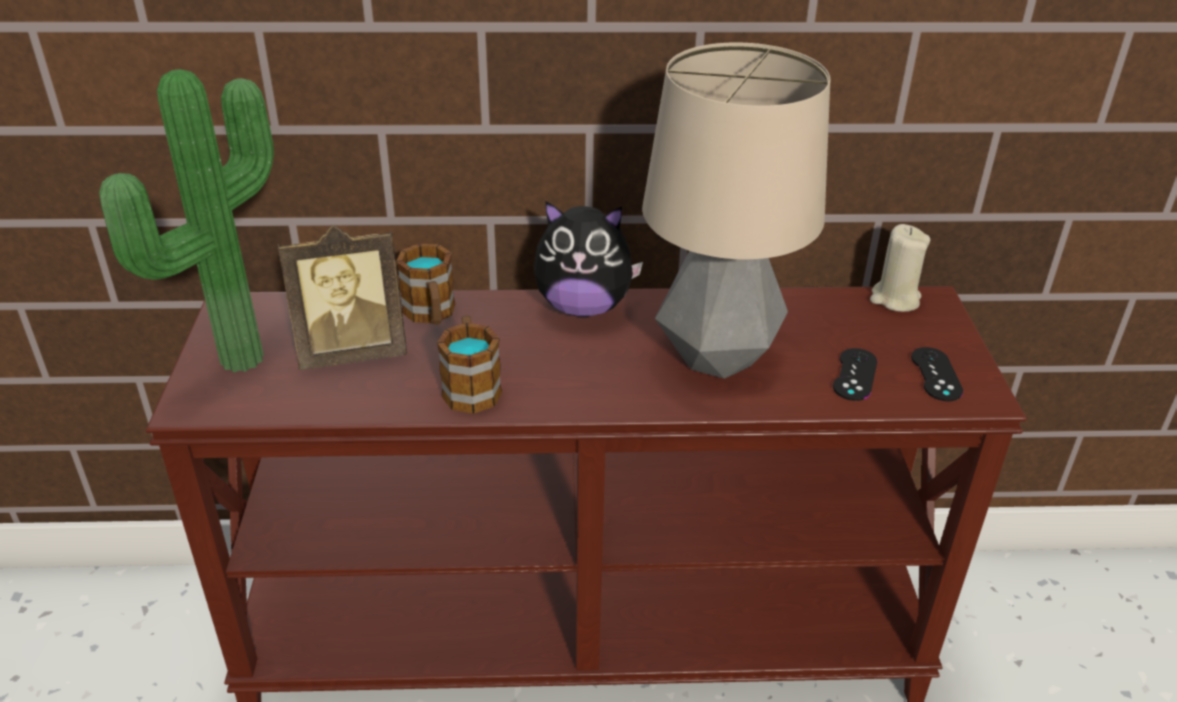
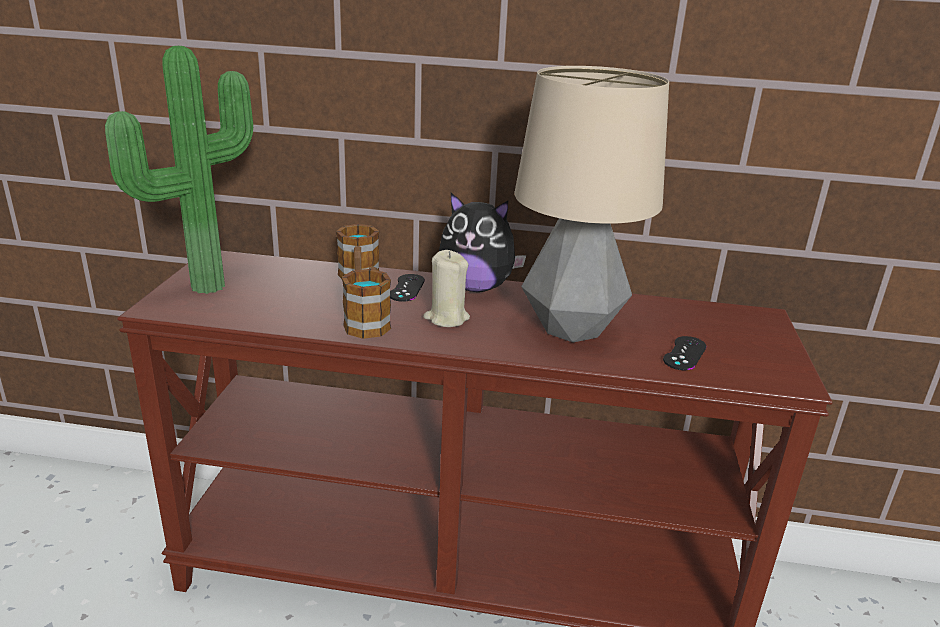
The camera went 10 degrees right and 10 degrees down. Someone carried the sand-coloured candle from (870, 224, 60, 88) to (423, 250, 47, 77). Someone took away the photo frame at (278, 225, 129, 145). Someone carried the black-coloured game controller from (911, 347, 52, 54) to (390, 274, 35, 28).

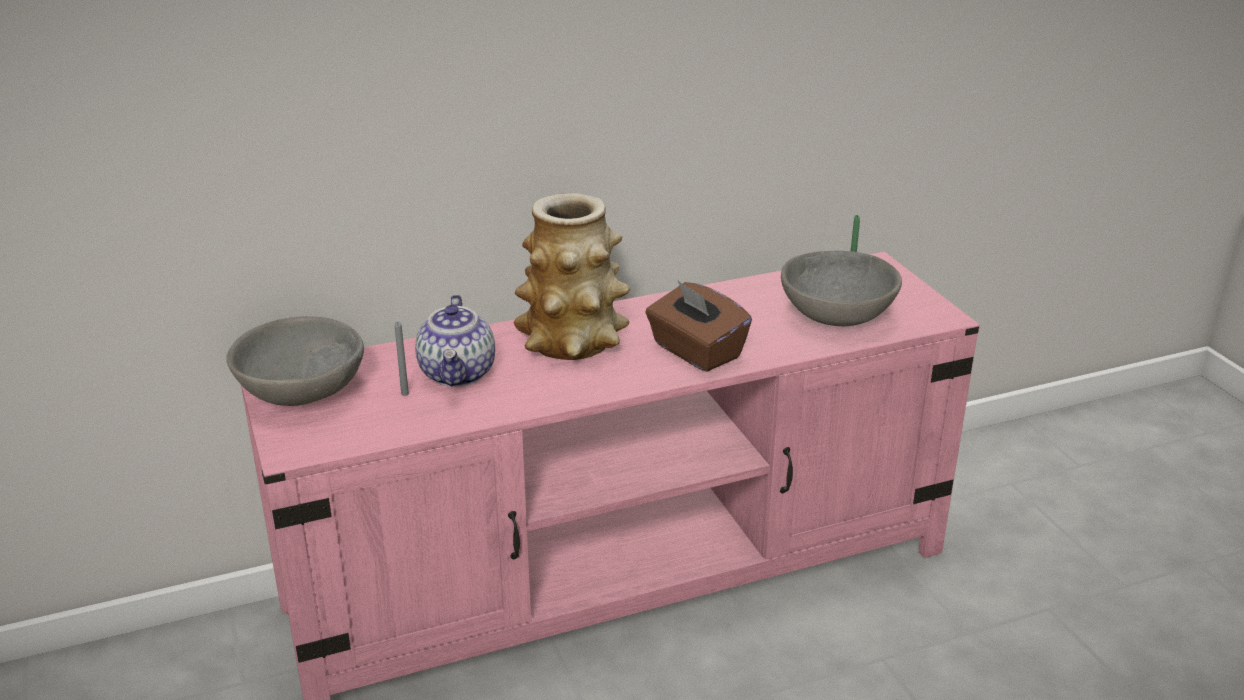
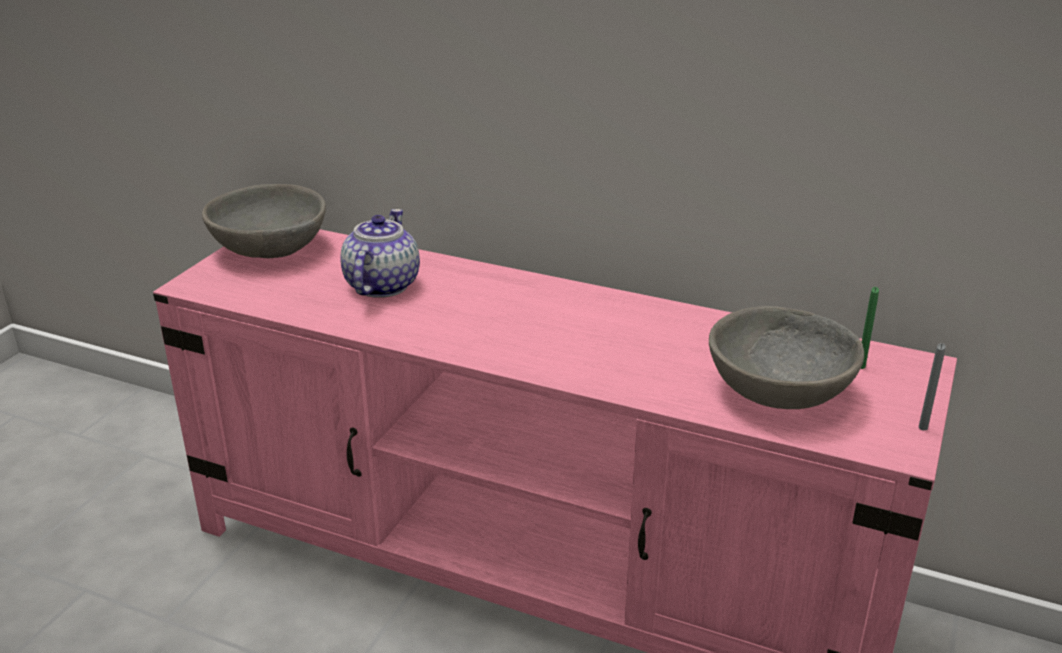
The camera went 45 degrees right and 0 degrees up. Someone took away the decorative vase at (514, 193, 117, 167). Someone took away the brown-coloured tissue box at (645, 281, 107, 91). Someone rotated the tea pot at (415, 295, 80, 92) by 150 degrees clockwise. Someone carried the greyish candle from (395, 321, 14, 75) to (919, 343, 27, 88).

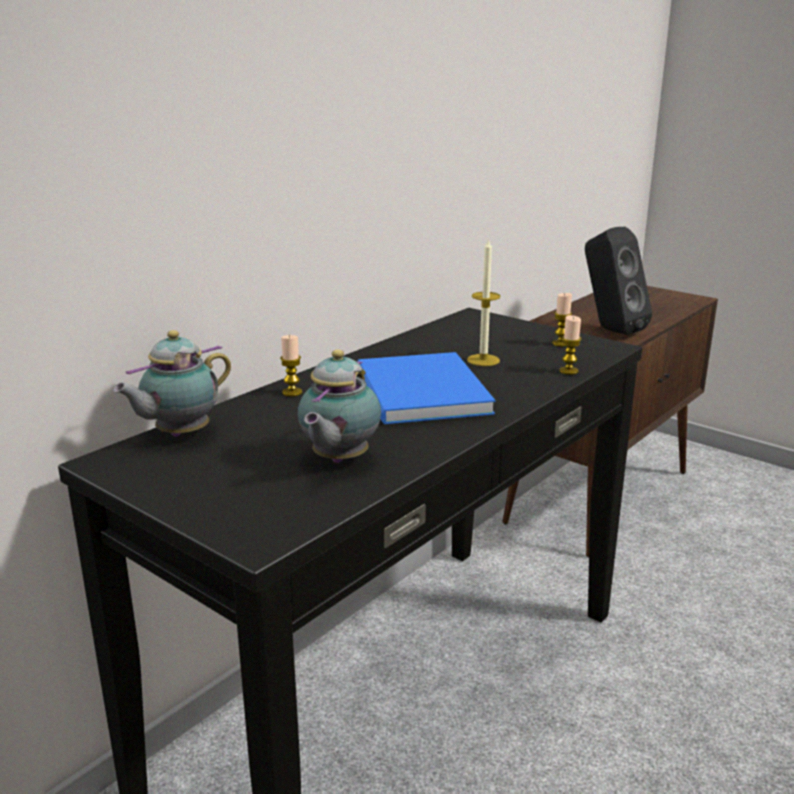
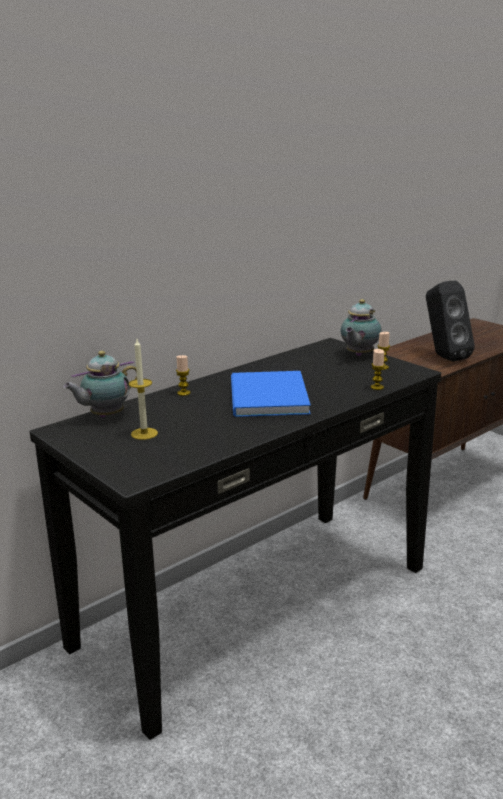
The camera went 10 degrees right and 0 degrees up. Someone carried the candle from (467, 238, 34, 128) to (129, 339, 29, 101). Someone carried the tea pot from (298, 349, 83, 114) to (340, 299, 42, 57).

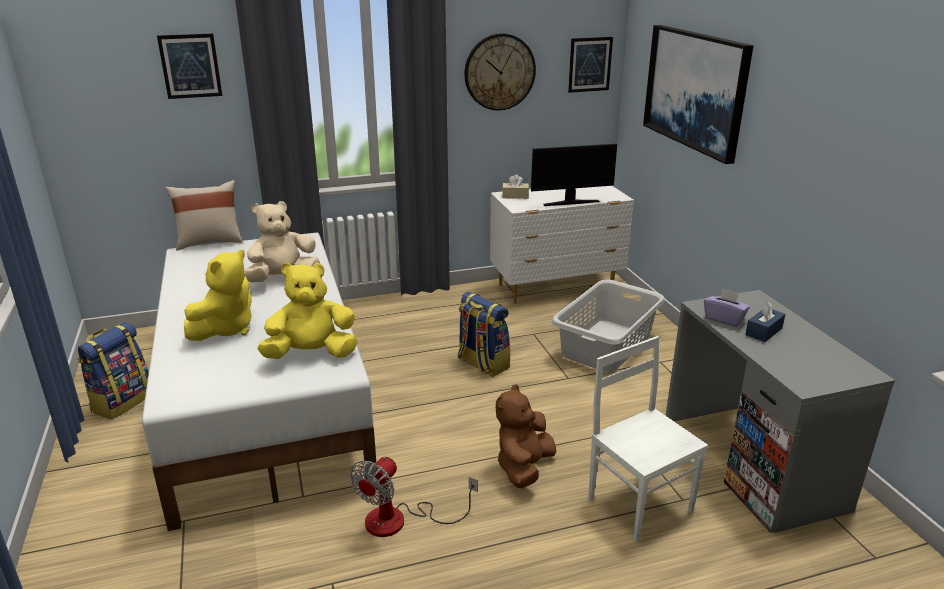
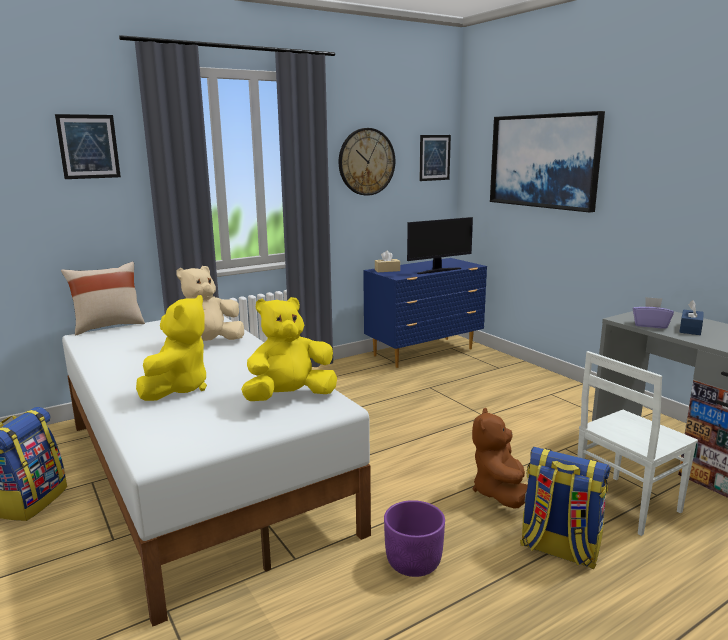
The camera went 15 degrees left and 10 degrees down. Someone repainted the white chest of drawers at (490, 186, 144, 118), which became the blue chest of drawers at (363, 258, 124, 110). Someone took away the greyish hamper at (551, 279, 114, 93). Someone carried the knapsack from (458, 291, 52, 86) to (520, 447, 91, 122). Someone rotated the white upright chair at (588, 336, 120, 206) by 75 degrees counterclockwise. Someone swapped the cooling fan at (350, 456, 128, 81) for the purplish flower pot at (384, 500, 61, 77).

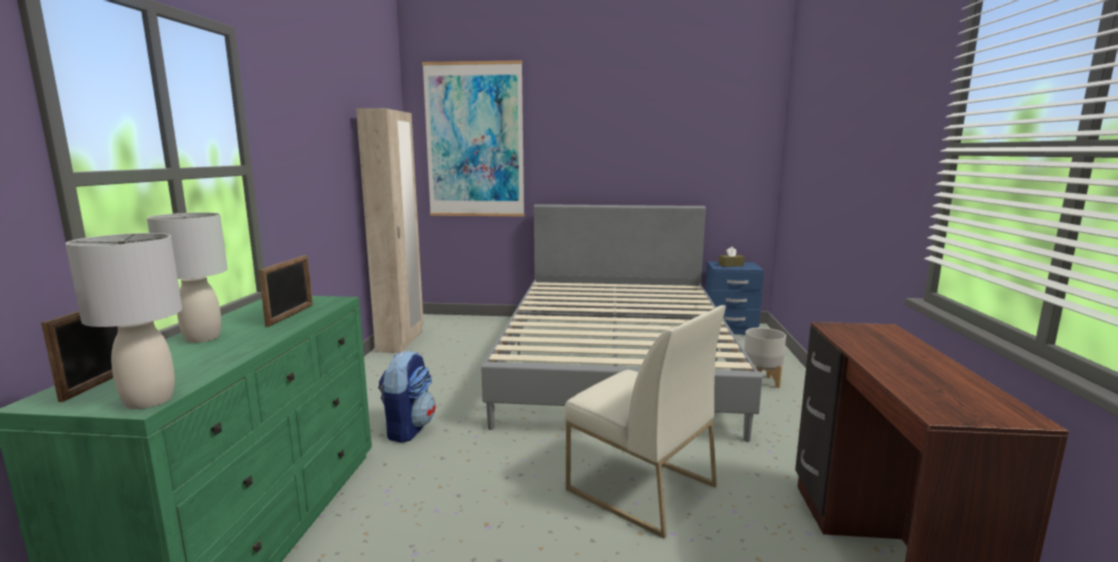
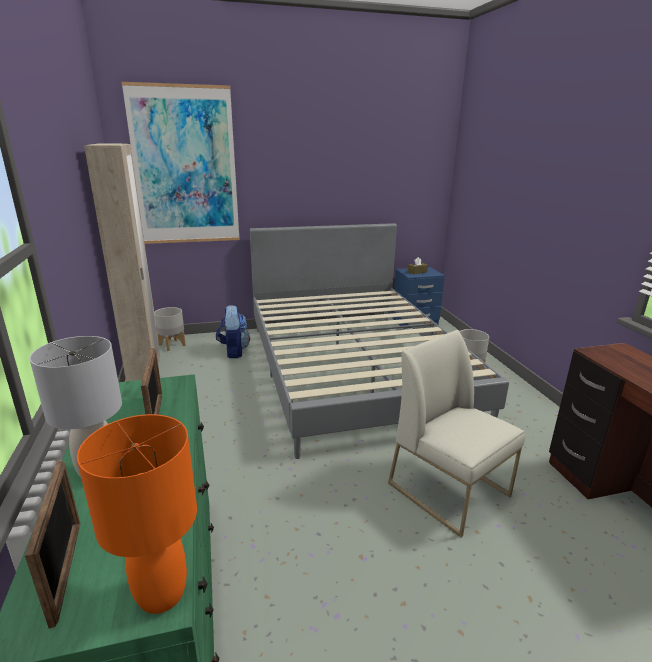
The camera went 20 degrees left and 10 degrees up. Someone repainted the greyish table lamp at (65, 233, 117, 176), which became the orange-coloured table lamp at (77, 414, 120, 200). Someone rotated the white upright chair at (564, 305, 162, 234) by 150 degrees counterclockwise. Someone carried the knapsack from (378, 350, 58, 93) to (216, 305, 34, 53). Someone put down the greyish flower pot at (154, 307, 32, 44).

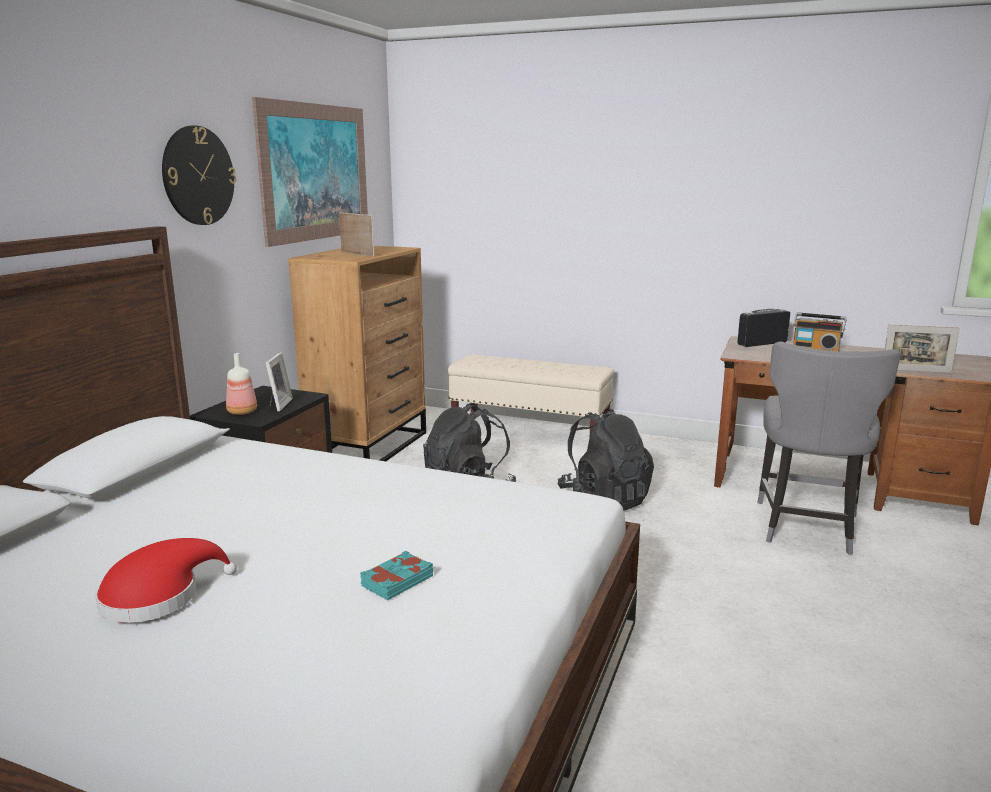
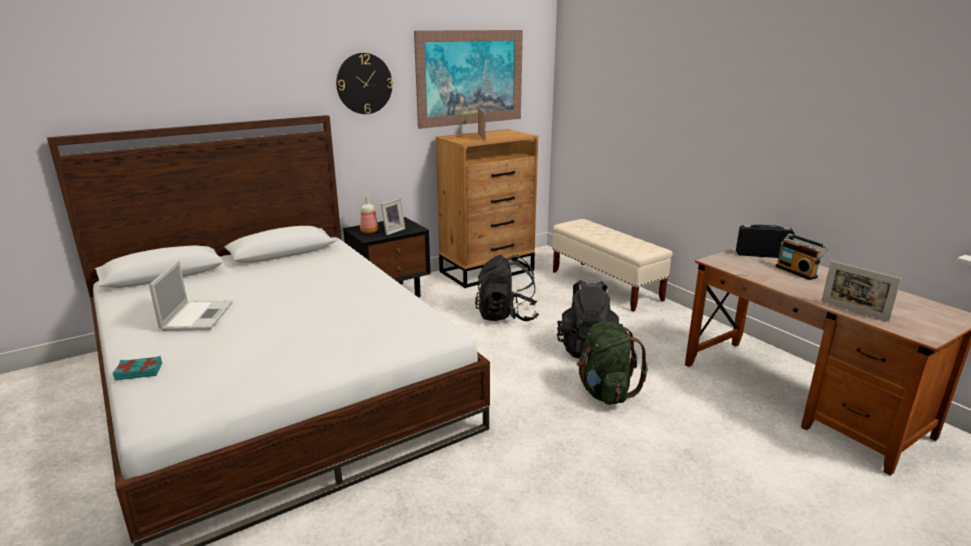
The camera went 35 degrees right and 5 degrees up. Someone took away the greyish upright chair at (757, 341, 143, 214). Someone swapped the red-coloured hat at (95, 538, 142, 85) for the portable computer at (149, 261, 84, 70). Someone carried the turquoise-coloured bound book from (360, 551, 73, 49) to (113, 356, 49, 24). Someone put down the green-coloured knapsack at (577, 321, 71, 84).

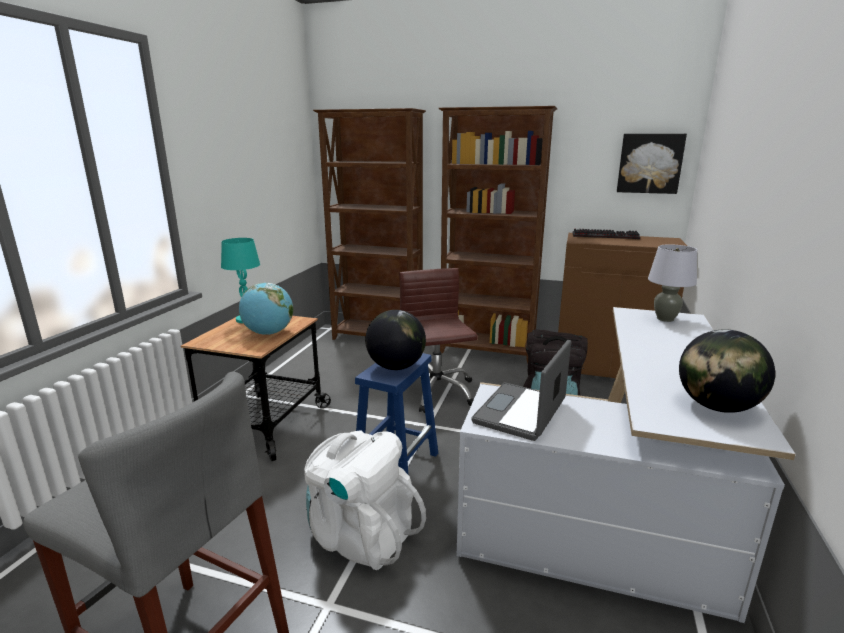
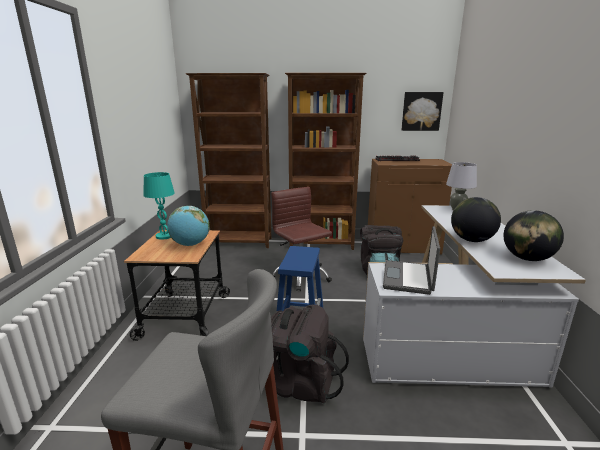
The camera went 15 degrees left and 0 degrees up. Someone carried the world globe from (365, 310, 61, 60) to (451, 197, 50, 45). Someone repainted the white knapsack at (304, 430, 122, 140), which became the black-coloured knapsack at (271, 304, 78, 99).

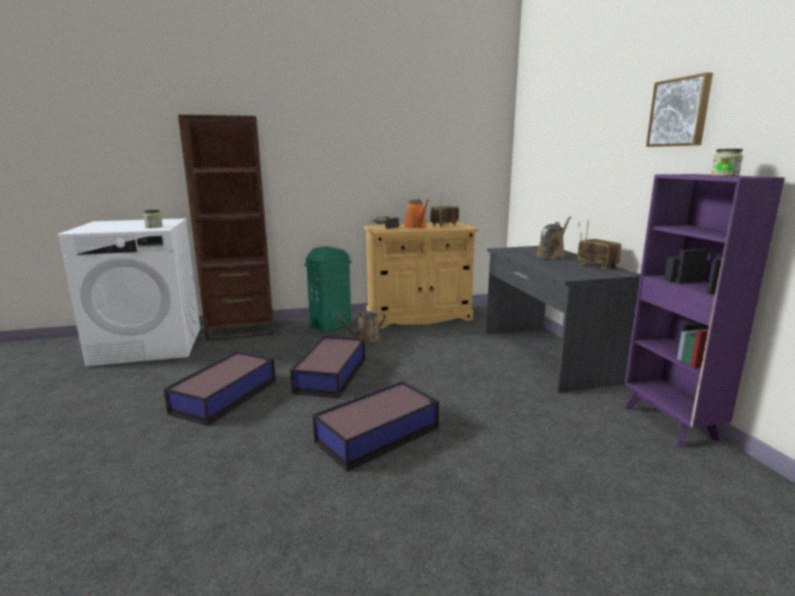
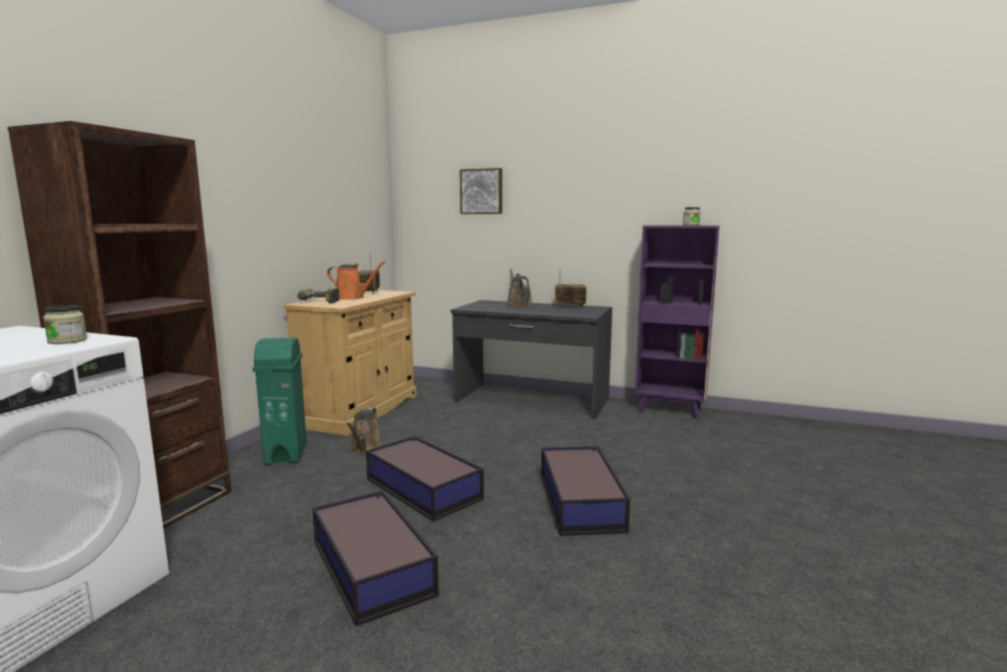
The camera went 55 degrees left and 5 degrees down. Someone carried the wall art from (646, 72, 67, 75) to (460, 168, 42, 46).

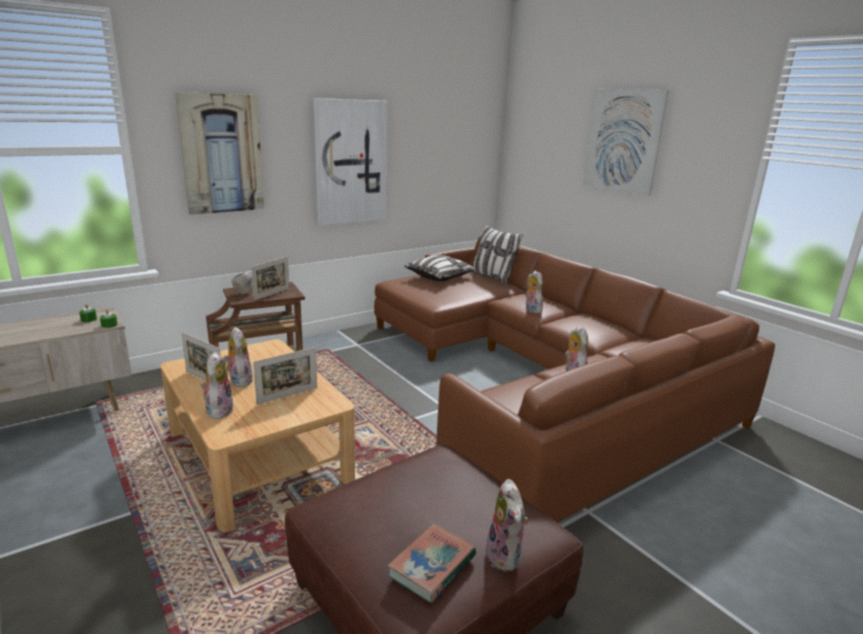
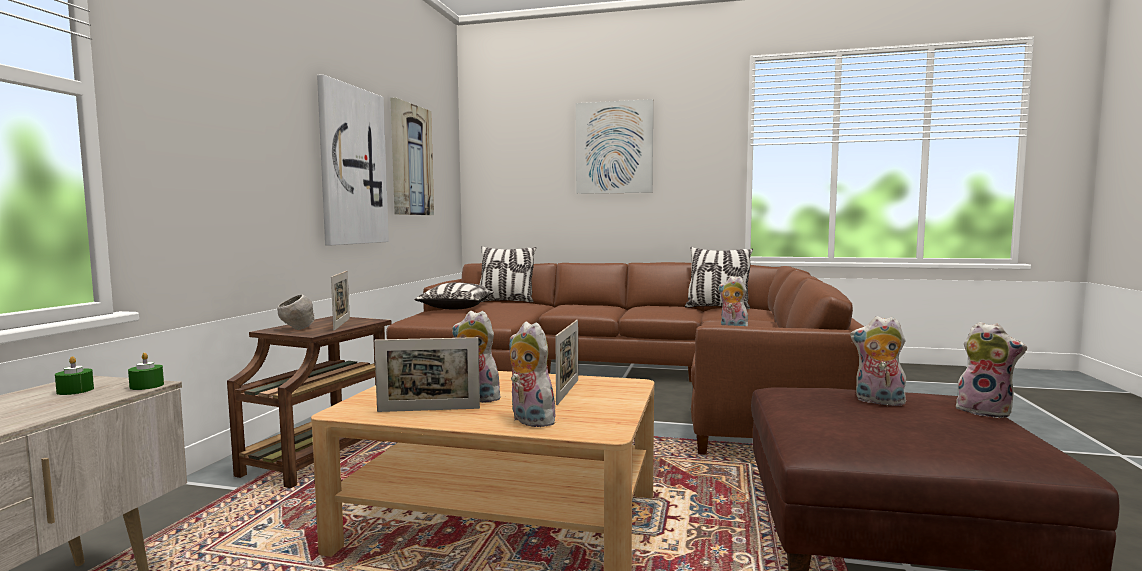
The camera went 40 degrees left and 15 degrees down. Someone carried the wall art from (175, 92, 89, 123) to (391, 97, 43, 118). Someone carried the soft toy from (526, 270, 17, 43) to (850, 316, 56, 90). Someone took away the bound book at (387, 523, 89, 80). Someone put down the pillow at (685, 247, 68, 62).

